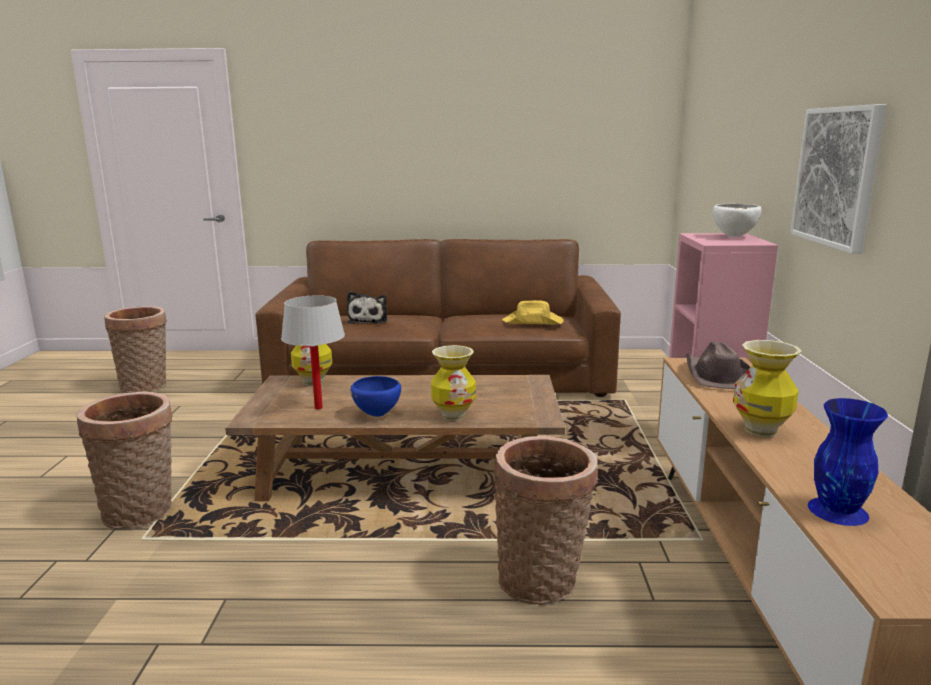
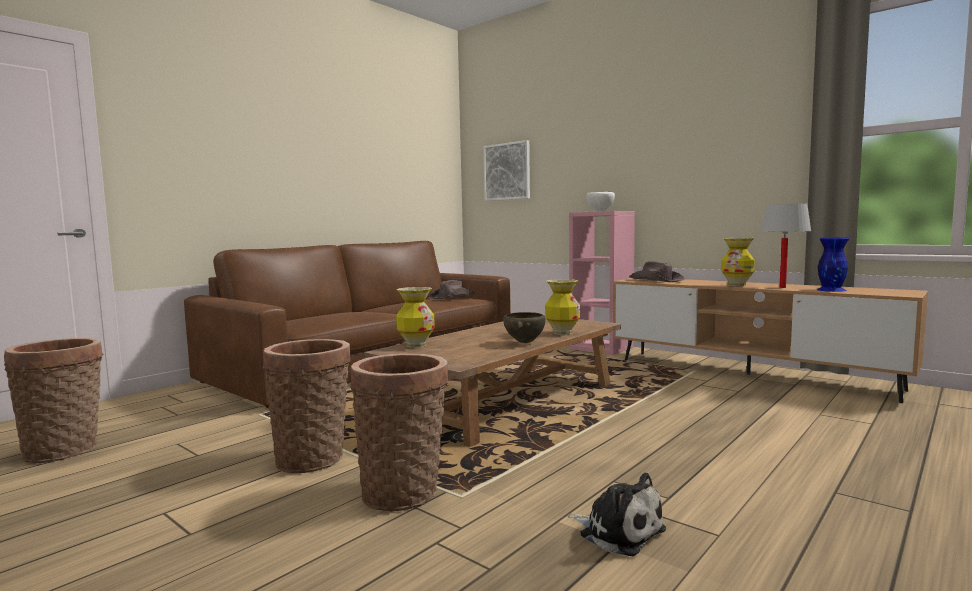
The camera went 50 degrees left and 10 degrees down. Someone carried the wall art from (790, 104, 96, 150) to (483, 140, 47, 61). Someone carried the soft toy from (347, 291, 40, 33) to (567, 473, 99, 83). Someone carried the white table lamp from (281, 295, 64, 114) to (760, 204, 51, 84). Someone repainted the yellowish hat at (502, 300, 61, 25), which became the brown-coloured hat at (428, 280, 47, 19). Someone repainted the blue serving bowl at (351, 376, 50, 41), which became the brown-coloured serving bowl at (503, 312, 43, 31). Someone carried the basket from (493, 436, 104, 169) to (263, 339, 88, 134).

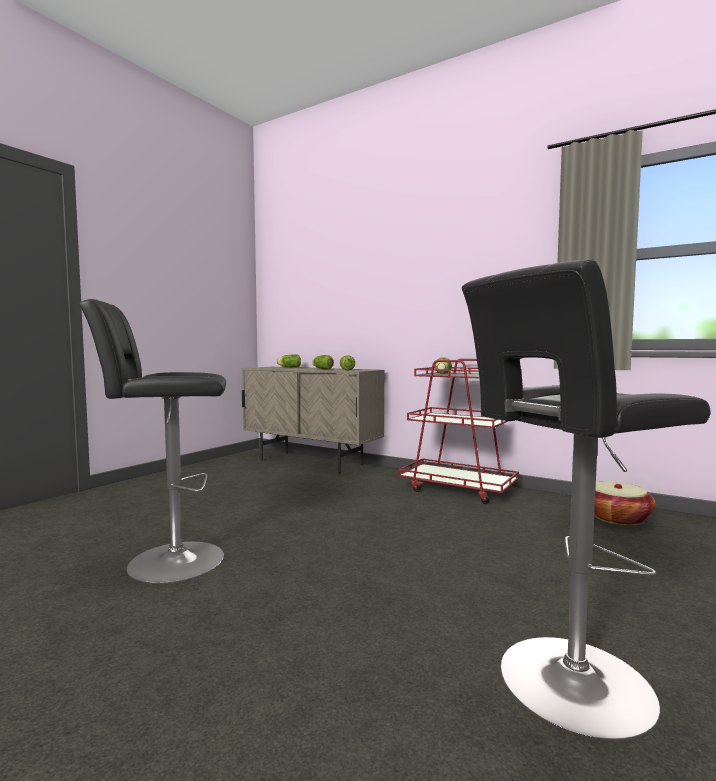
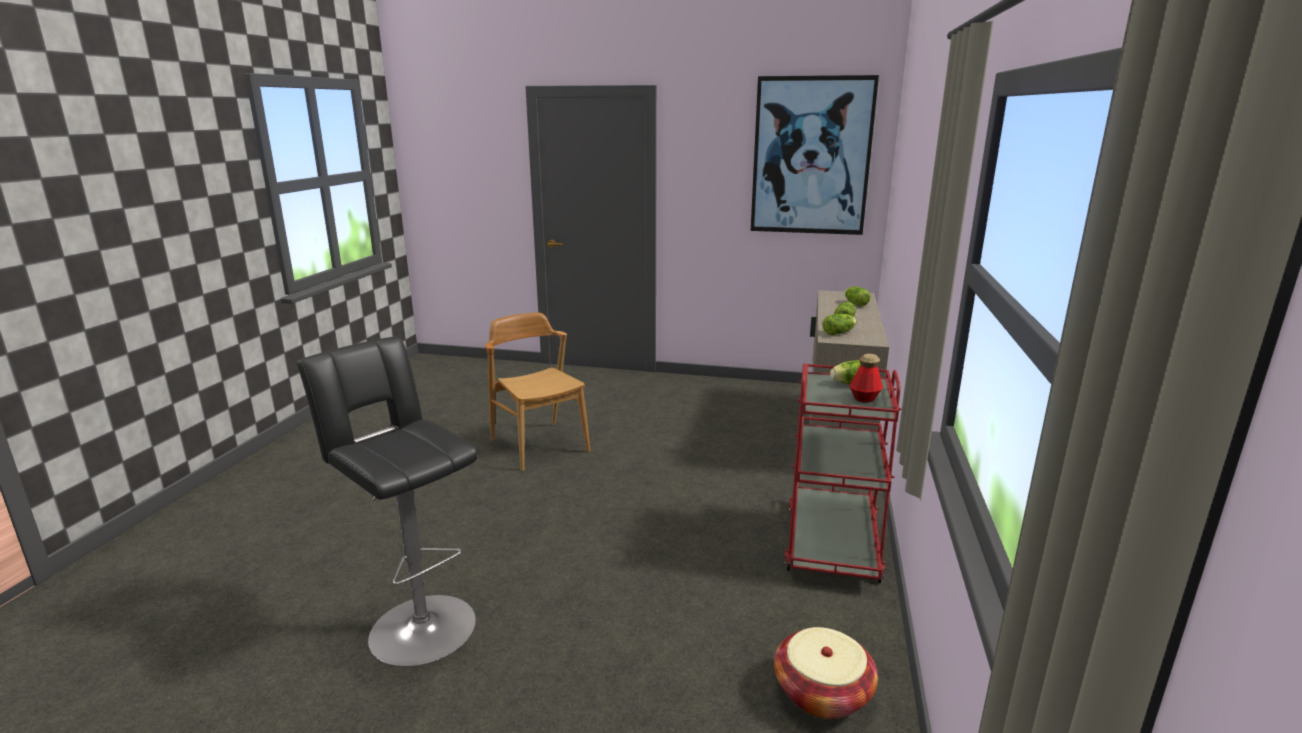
The camera went 70 degrees right and 15 degrees up. Someone swapped the black-coloured stool seat at (79, 299, 147, 285) for the brown-coloured upright chair at (485, 312, 105, 159). Someone put up the wall art at (751, 75, 128, 160). Someone put down the drink bottle at (850, 354, 33, 49).

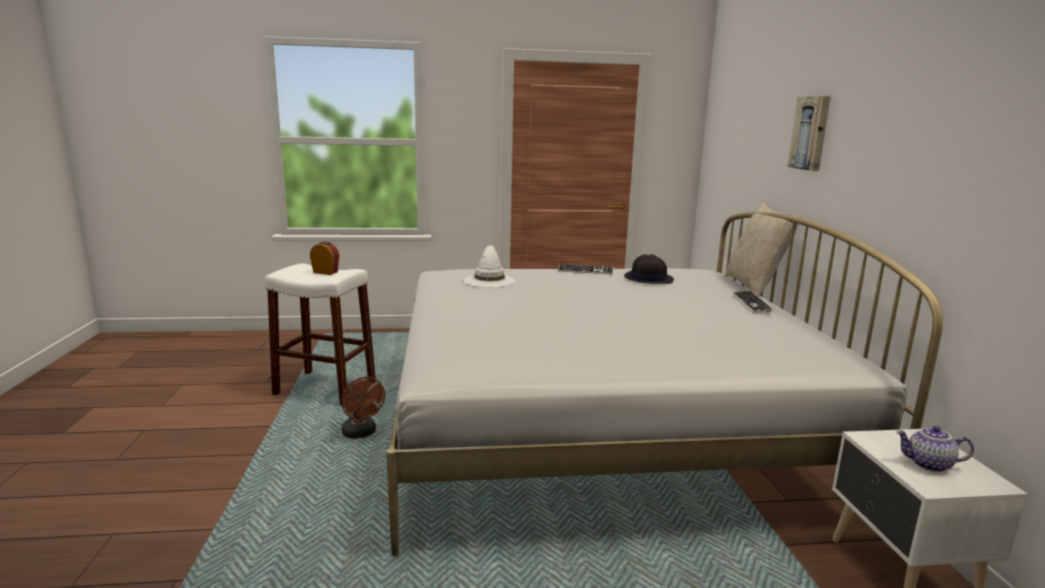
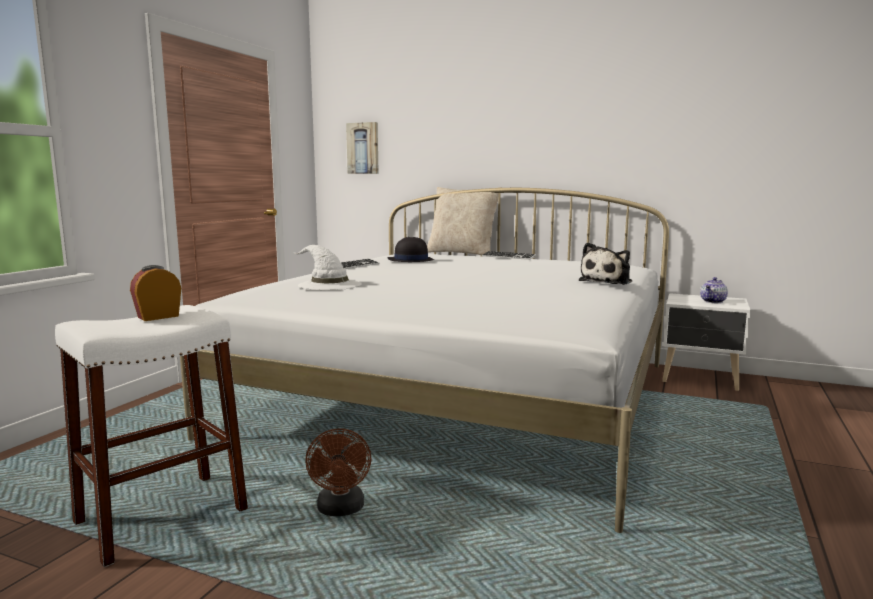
The camera went 60 degrees left and 5 degrees down. Someone carried the wall art from (788, 96, 43, 75) to (346, 122, 33, 52). Someone rotated the brown-coloured cooling fan at (341, 376, 44, 63) by 90 degrees clockwise. Someone put down the soft toy at (579, 243, 53, 42).

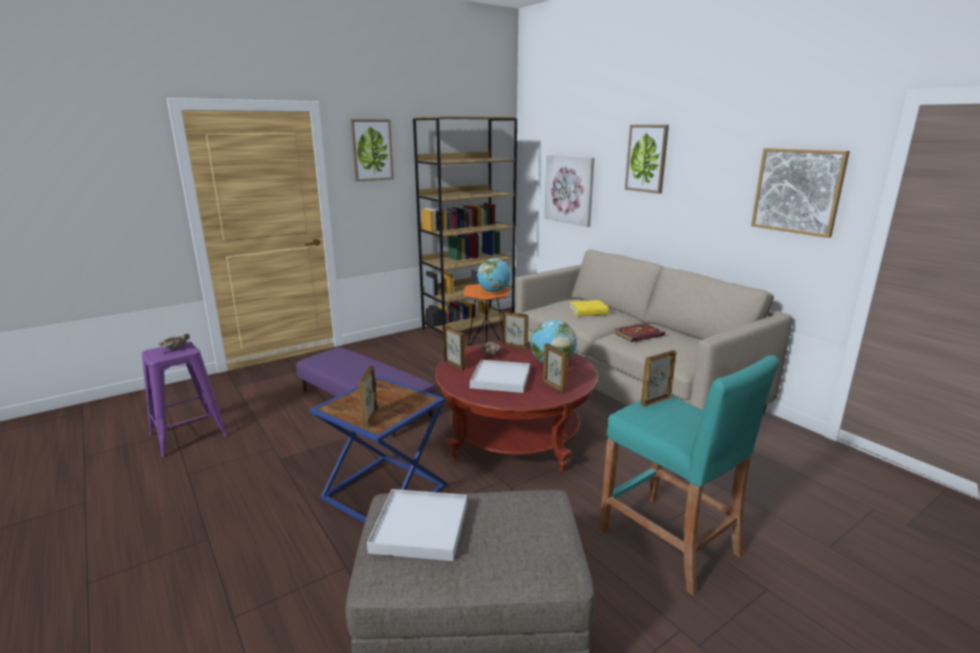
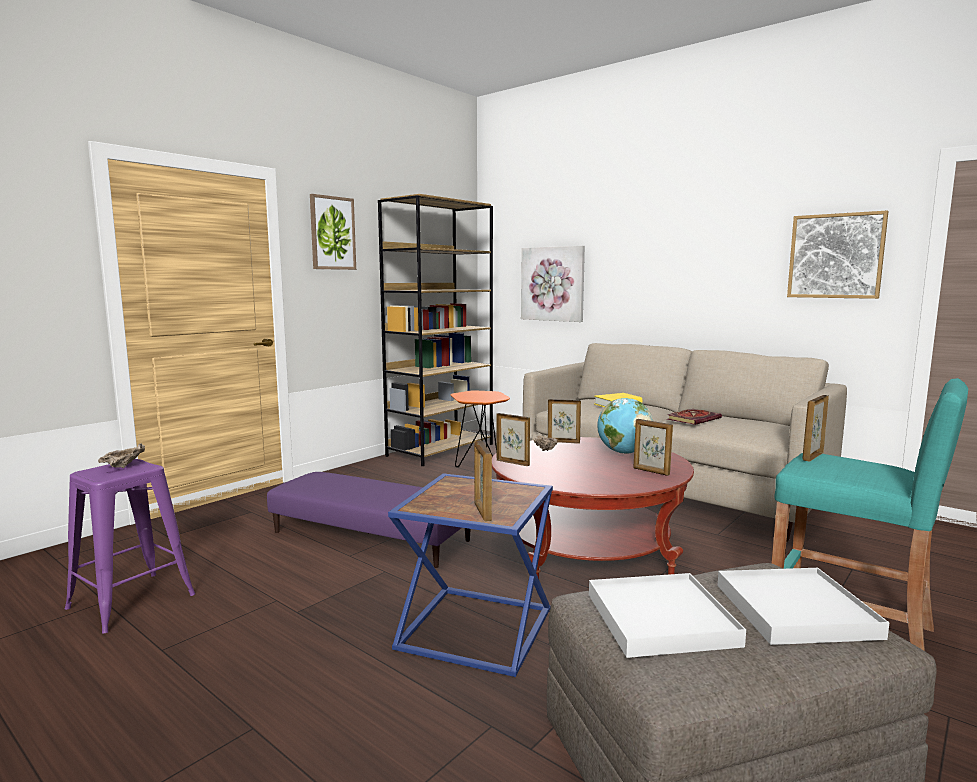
The camera went 15 degrees left and 10 degrees down. Someone took away the wall art at (625, 125, 44, 69). Someone took away the world globe at (477, 258, 34, 35). Someone carried the white tray from (470, 360, 60, 33) to (717, 568, 172, 77).

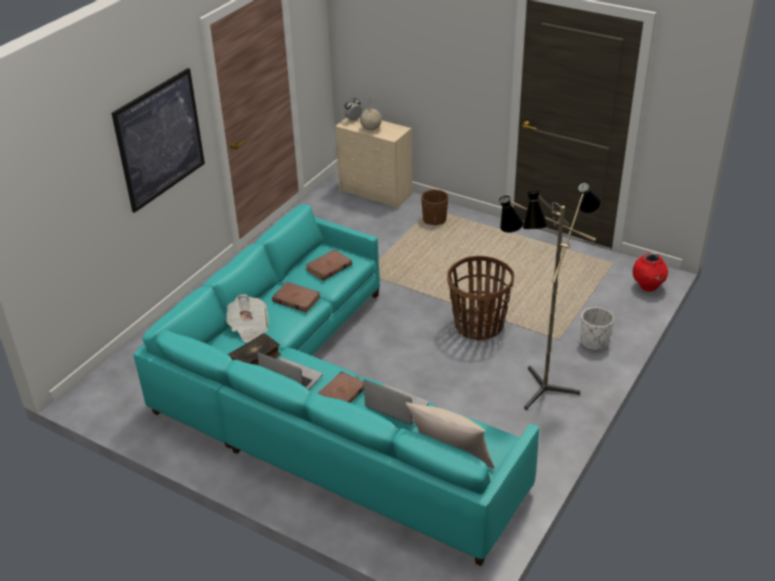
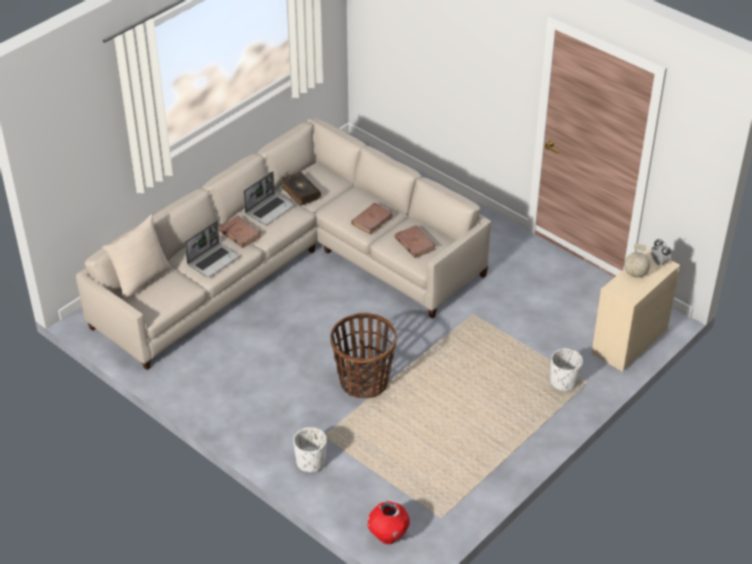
The camera went 100 degrees right and 5 degrees up. Someone took away the wall art at (111, 68, 94, 145). Someone took away the standard lamp at (499, 182, 102, 228). Someone repainted the brown-coloured flower pot at (421, 189, 27, 36), which became the white flower pot at (550, 348, 33, 43). Someone repainted the turquoise-coloured settee at (134, 204, 405, 362), which became the sand-coloured settee at (76, 118, 415, 252). Someone took away the daily paper at (226, 294, 43, 49).

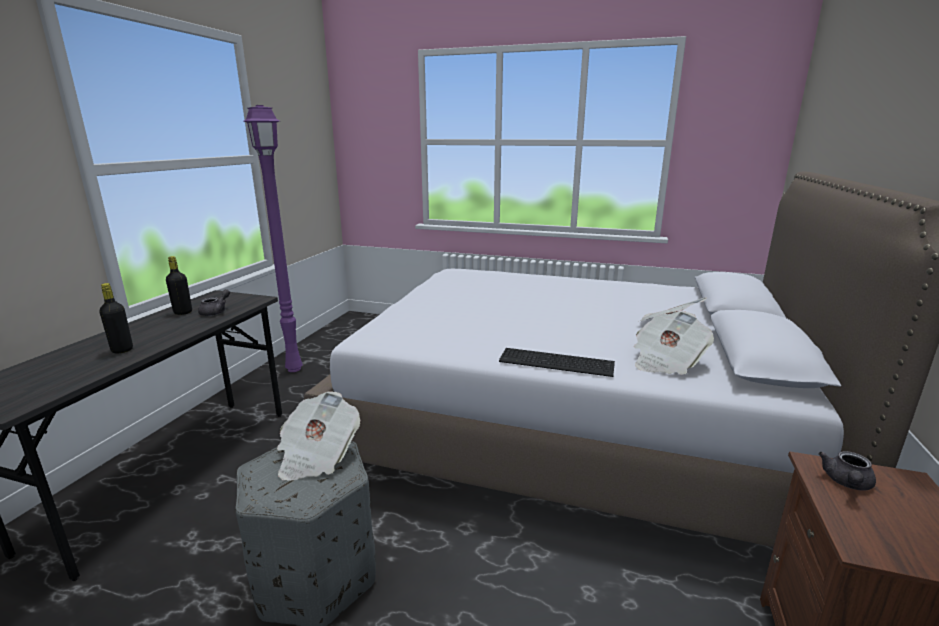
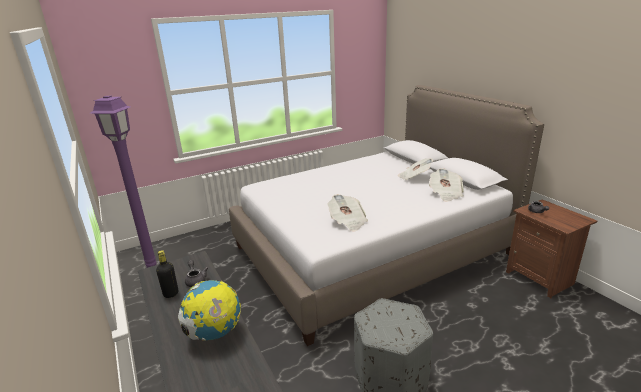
The camera went 45 degrees left and 5 degrees up. Someone swapped the black-coloured drink bottle at (99, 283, 34, 70) for the world globe at (178, 280, 63, 61). Someone took away the PC keyboard at (499, 348, 116, 29). Someone carried the daily paper from (277, 391, 83, 90) to (327, 194, 41, 38).

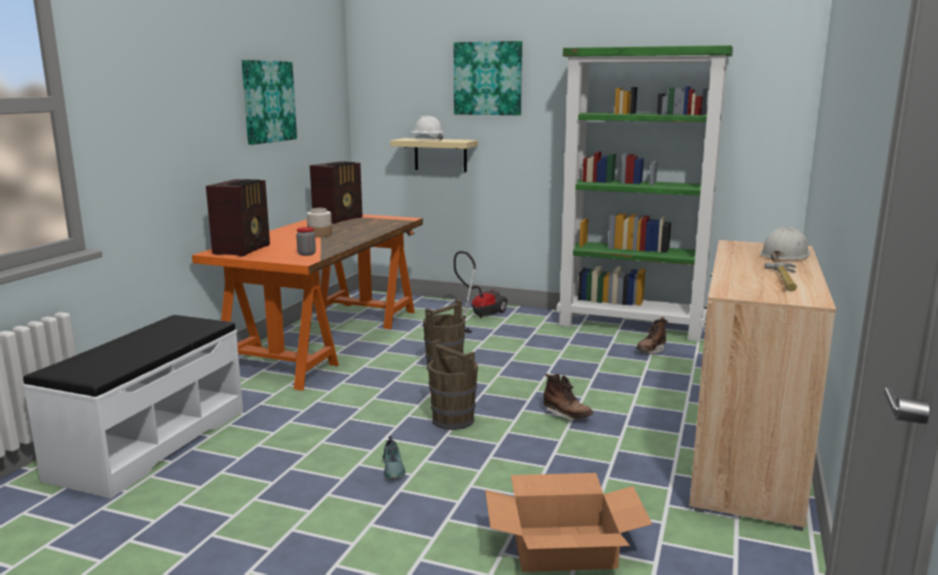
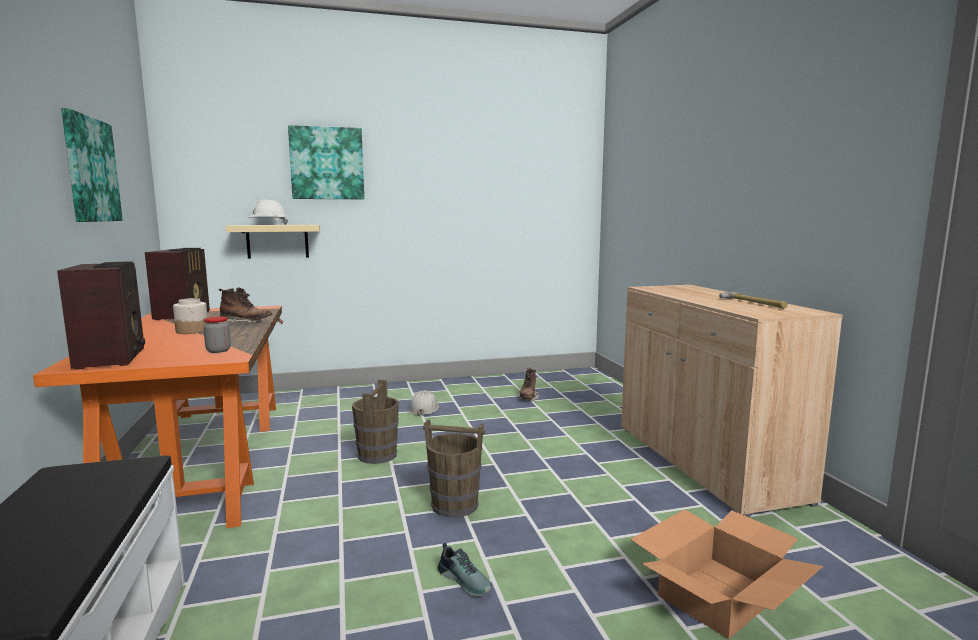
The camera went 35 degrees left and 5 degrees down. Someone took away the green-coloured bookshelf at (557, 45, 176, 296). Someone carried the white safety helmet from (760, 227, 50, 34) to (409, 390, 30, 26). Someone took away the vacuum cleaner at (454, 251, 54, 82). Someone carried the brown-coloured high-top boot from (543, 374, 50, 46) to (219, 287, 53, 36).

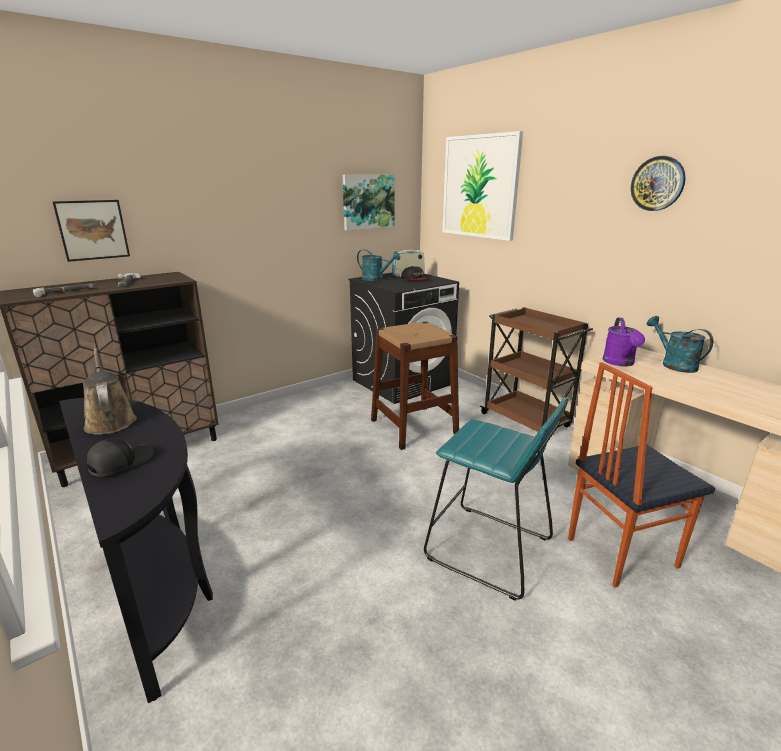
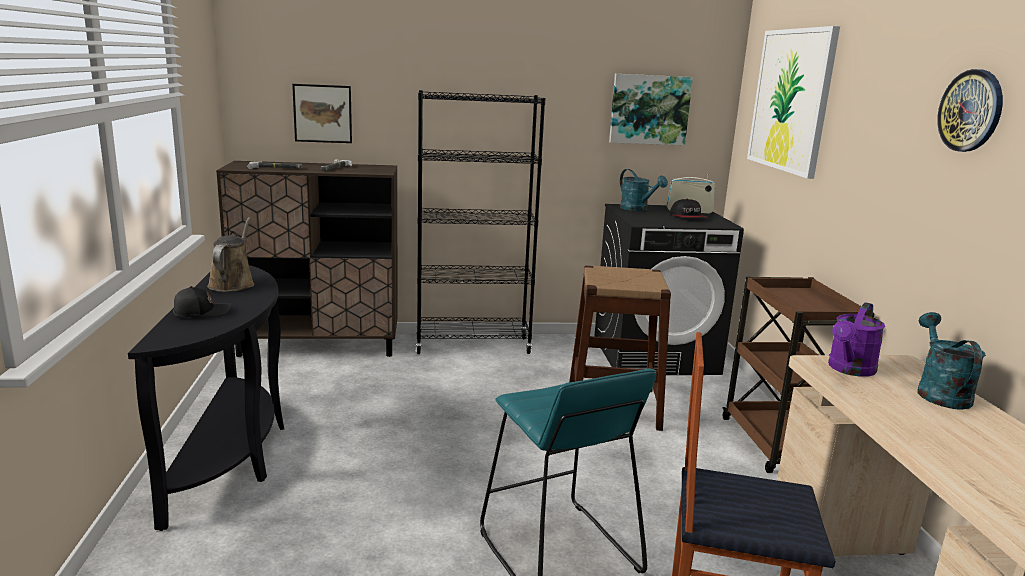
The camera went 30 degrees right and 5 degrees down. Someone put down the black-coloured bookshelf at (416, 90, 130, 264).

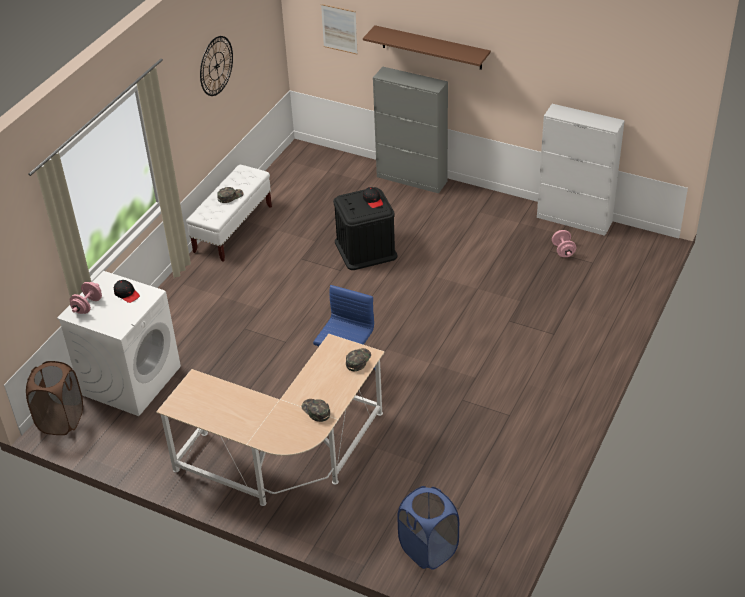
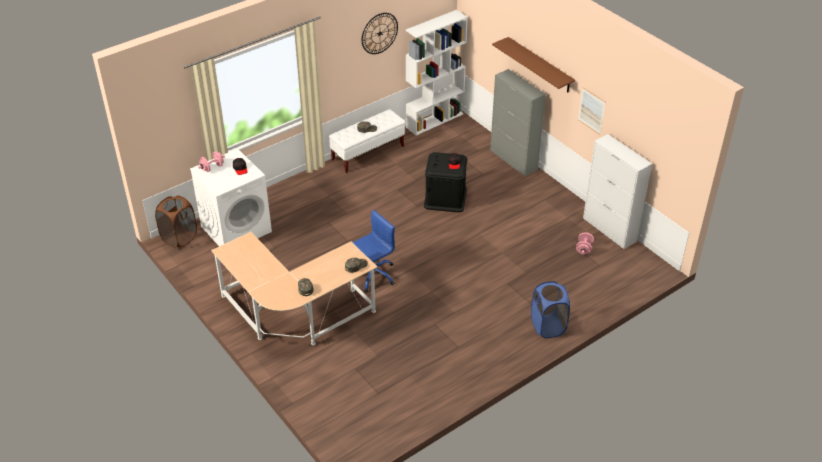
The camera went 25 degrees right and 0 degrees up. Someone carried the wall art from (321, 4, 37, 51) to (578, 87, 28, 48). Someone carried the blue hamper from (397, 486, 62, 84) to (531, 281, 39, 57). Someone put down the white bookshelf at (406, 10, 62, 126).

